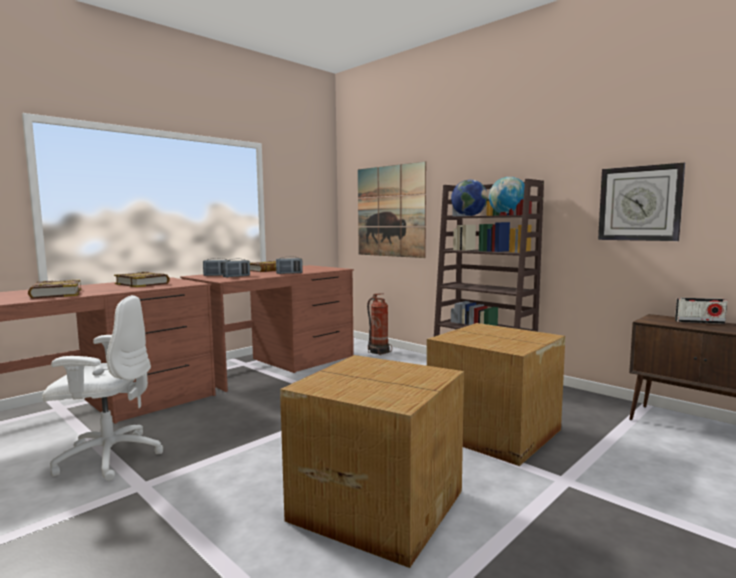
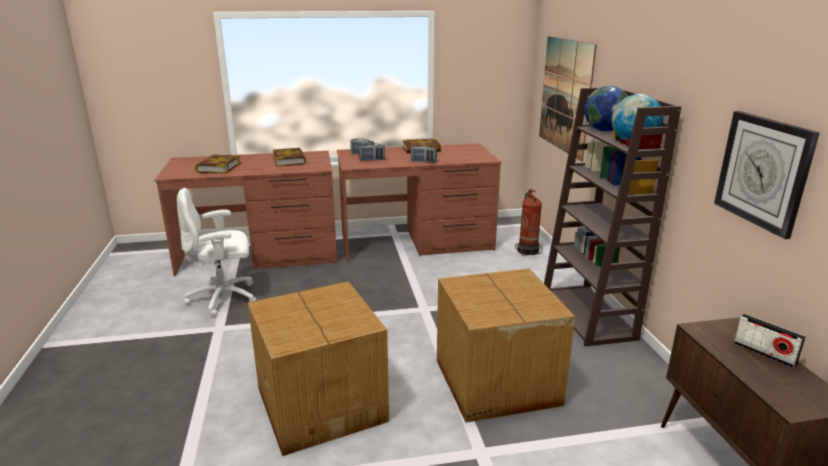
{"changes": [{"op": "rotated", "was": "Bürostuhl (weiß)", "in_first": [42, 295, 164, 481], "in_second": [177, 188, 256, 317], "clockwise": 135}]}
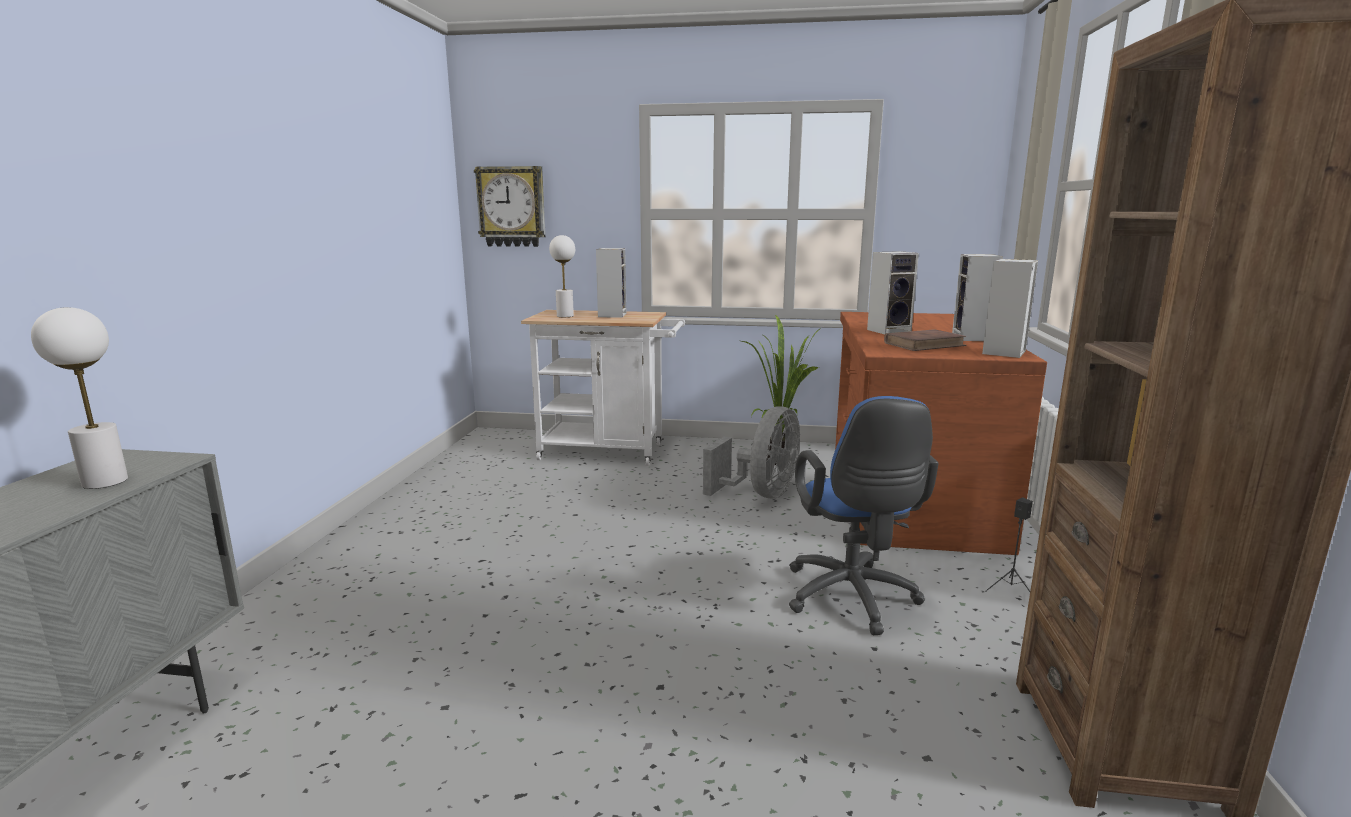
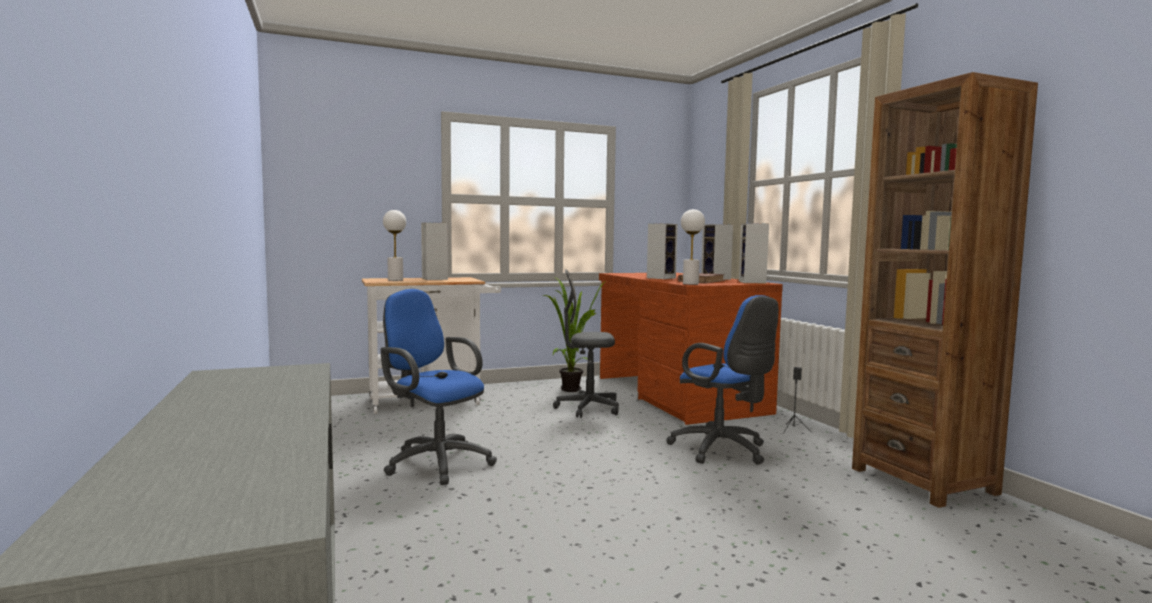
{"changes": [{"op": "gone", "was": "Wanduhr", "in_first": [474, 166, 546, 247]}, {"op": "shifted", "was": "Tischlampe (weiß)", "in_first": [31, 307, 128, 489], "in_second": [681, 209, 705, 285]}, {"op": "swapped", "was": "Ventilator (grau)", "now": "Bürostuhl (grau)", "in_first": [703, 406, 800, 498], "in_second": [553, 269, 619, 418]}, {"op": "new", "now": "Bürostuhl (blau)", "in_second": [381, 289, 497, 485]}]}
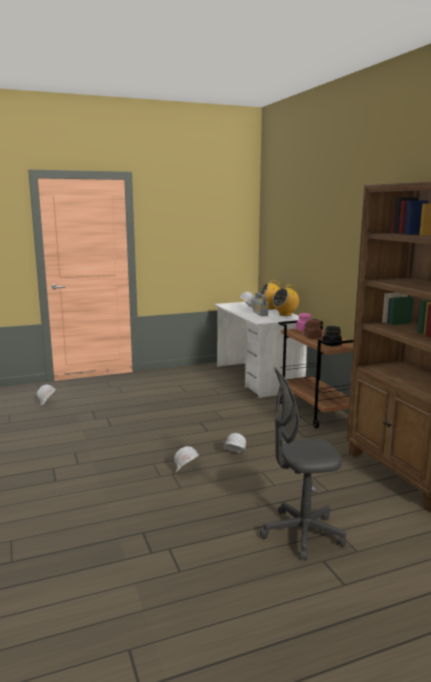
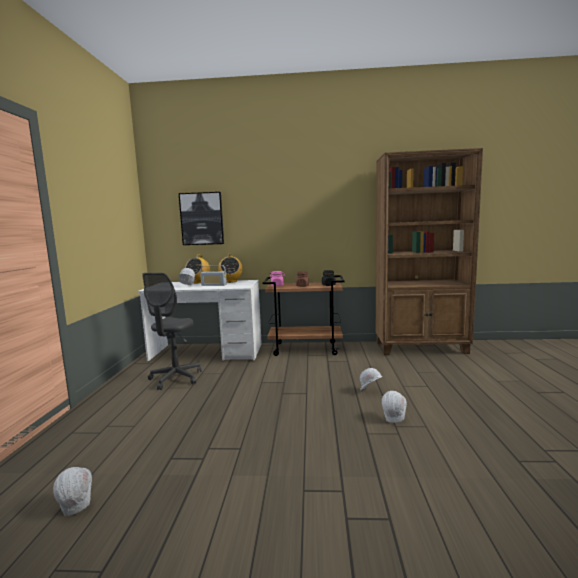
{"changes": [{"op": "shifted", "was": "Bürostuhl (grau)", "in_first": [260, 367, 346, 561], "in_second": [142, 273, 201, 390]}, {"op": "new", "now": "Bild", "in_second": [179, 192, 224, 245]}]}
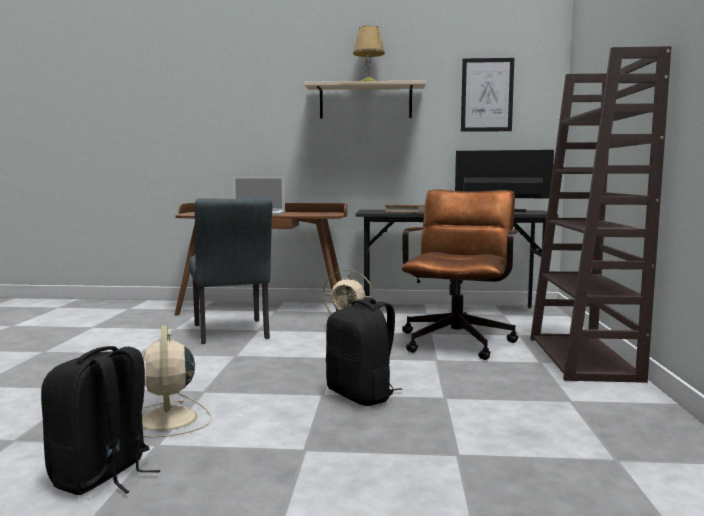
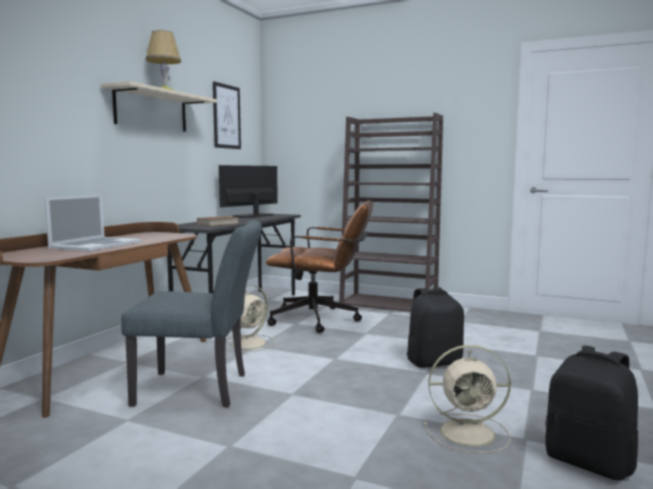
{"changes": [{"op": "rotated", "was": "Bürostuhl (braun)", "in_first": [402, 189, 519, 360], "in_second": [266, 200, 373, 333], "clockwise": 150}]}
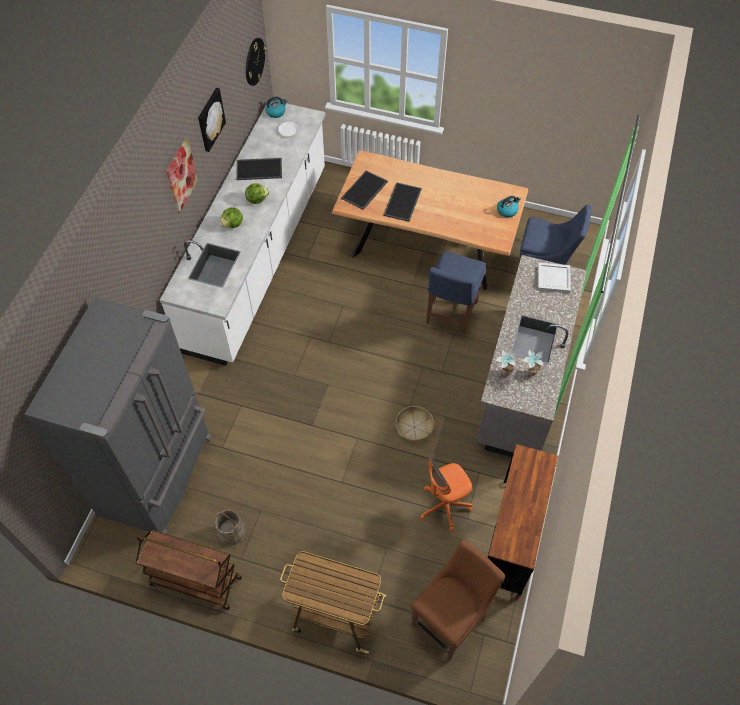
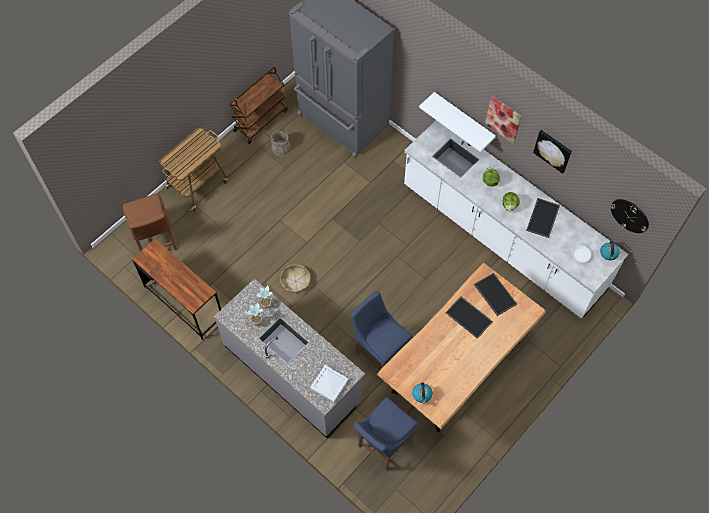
{"changes": [{"op": "gone", "was": "Bürostuhl (orange)", "in_first": [420, 457, 472, 531]}, {"op": "new", "now": "Wandregal (weiß)", "in_second": [419, 92, 496, 152]}]}
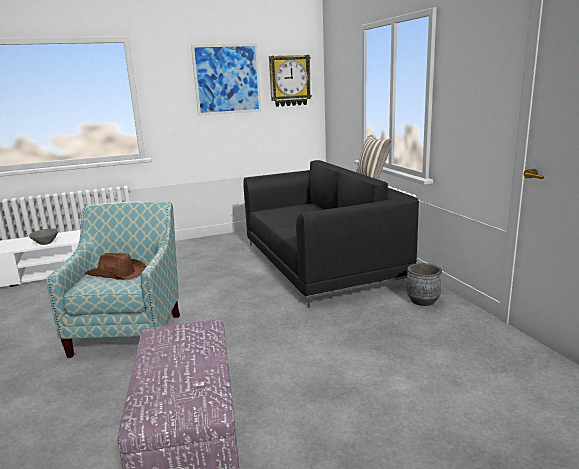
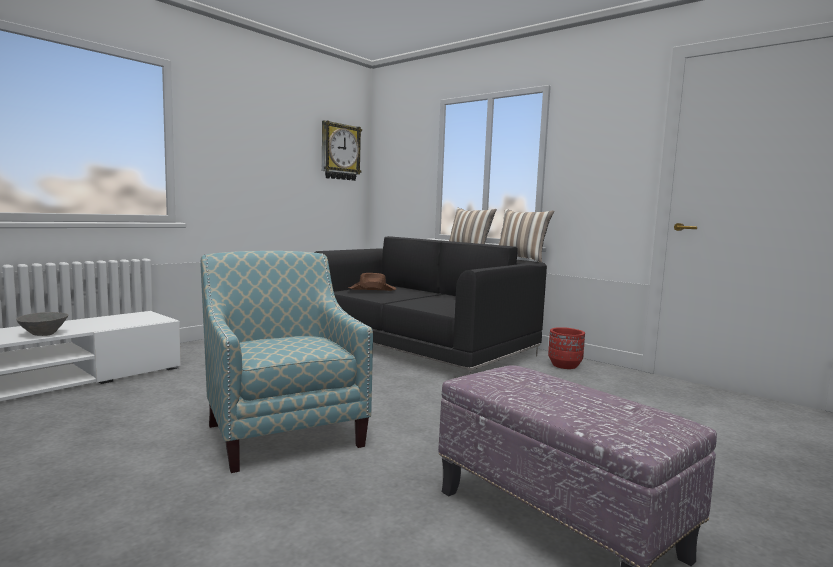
{"changes": [{"op": "gone", "was": "Bild", "in_first": [191, 43, 261, 116]}, {"op": "shifted", "was": "Hut (braun)", "in_first": [84, 253, 146, 280], "in_second": [348, 273, 396, 291]}, {"op": "repainted", "was": "Pflanzkübel (grau)", "now": "Pflanzkübel (rot)", "in_first": [407, 263, 442, 306], "in_second": [548, 327, 585, 369]}, {"op": "new", "now": "Kissen", "in_second": [498, 209, 554, 262]}]}
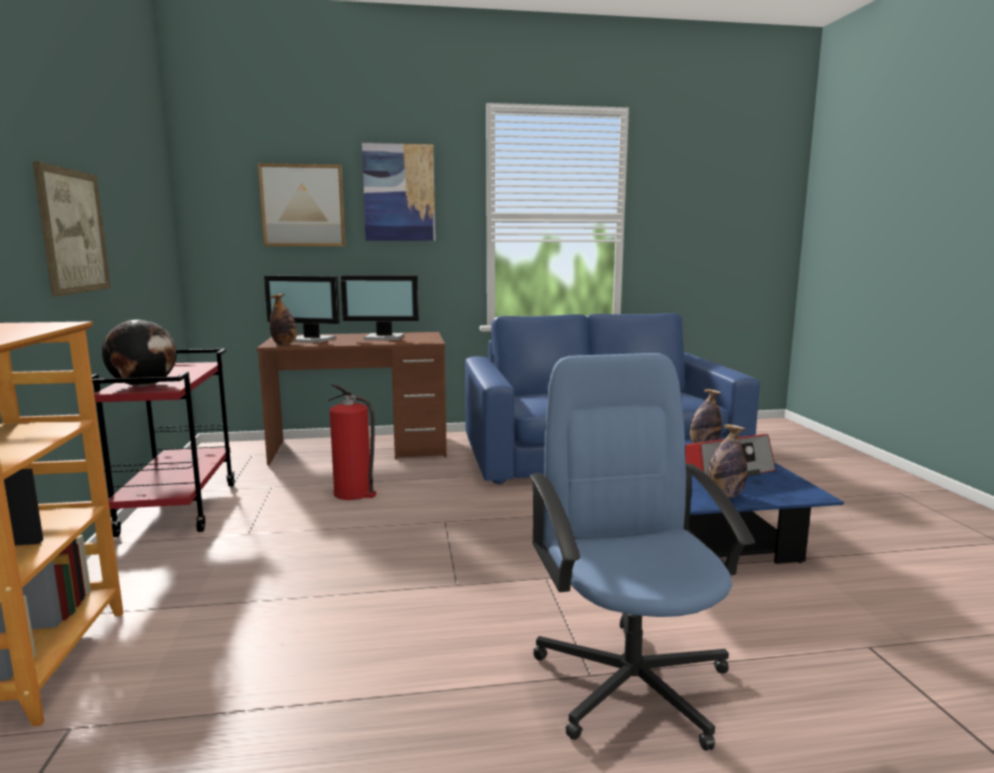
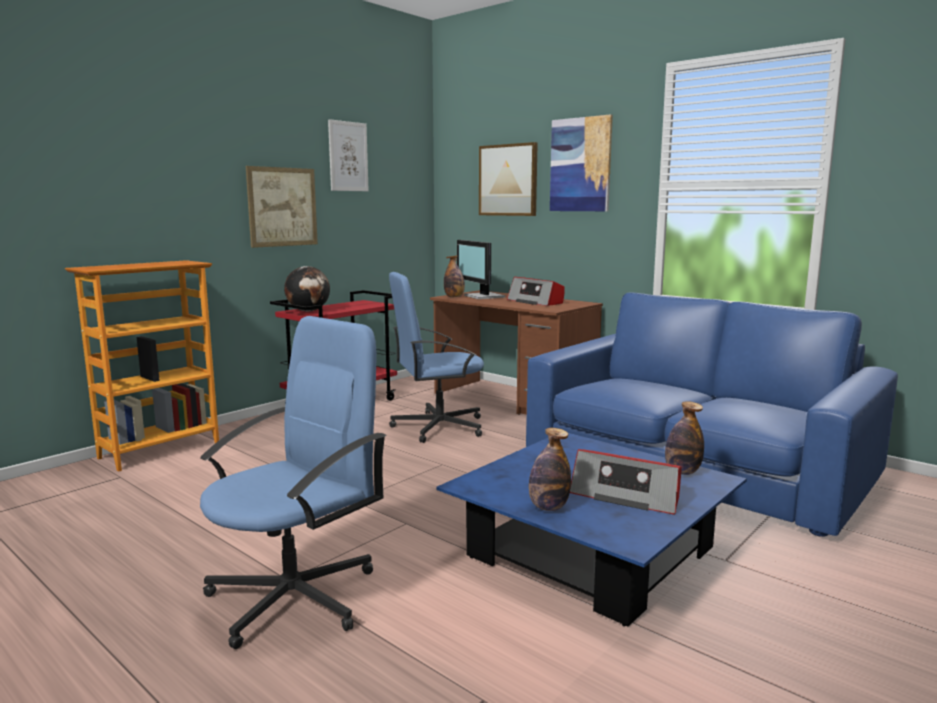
{"changes": [{"op": "swapped", "was": "Monitor", "now": "Radio", "in_first": [341, 275, 419, 340], "in_second": [507, 277, 564, 306]}, {"op": "swapped", "was": "Feuerlöscher", "now": "Bürostuhl (blau)", "in_first": [328, 384, 376, 500], "in_second": [389, 272, 484, 443]}, {"op": "new", "now": "Bild", "in_second": [328, 119, 369, 191]}]}
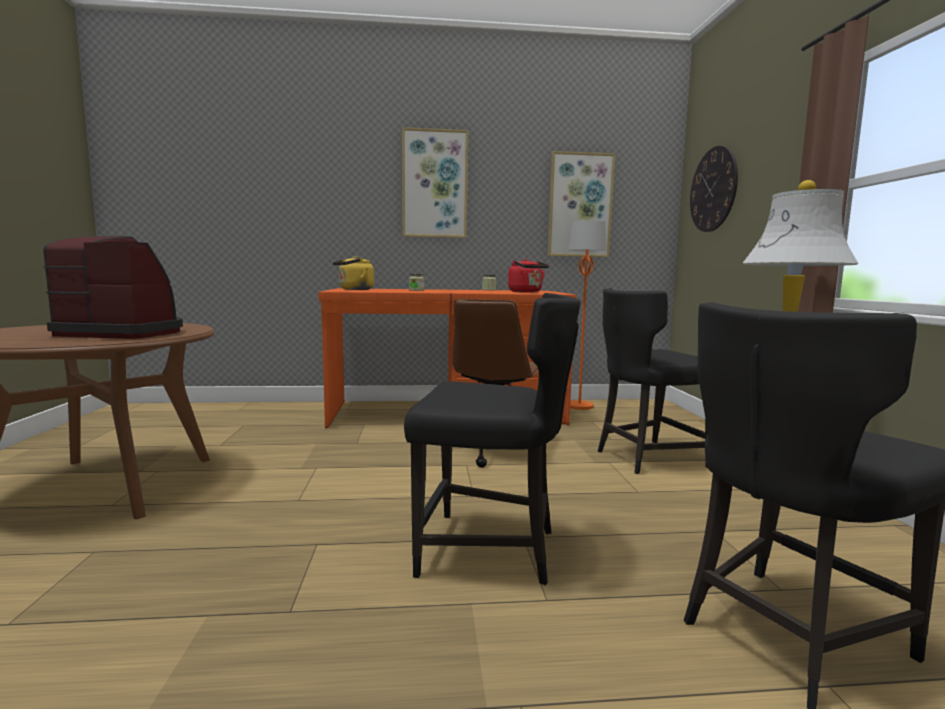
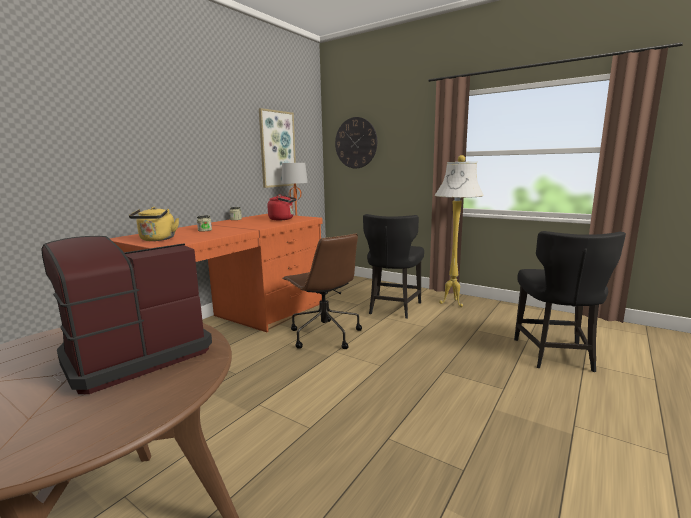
{"changes": [{"op": "gone", "was": "Bild", "in_first": [402, 127, 468, 238]}, {"op": "gone", "was": "Stuhl (schwarz)", "in_first": [404, 293, 581, 585]}]}
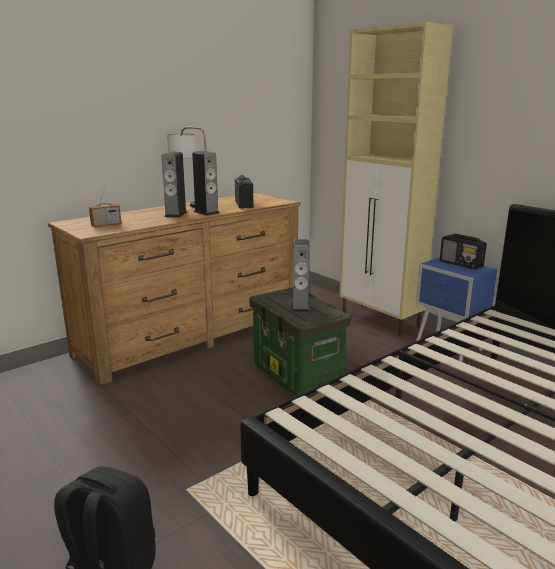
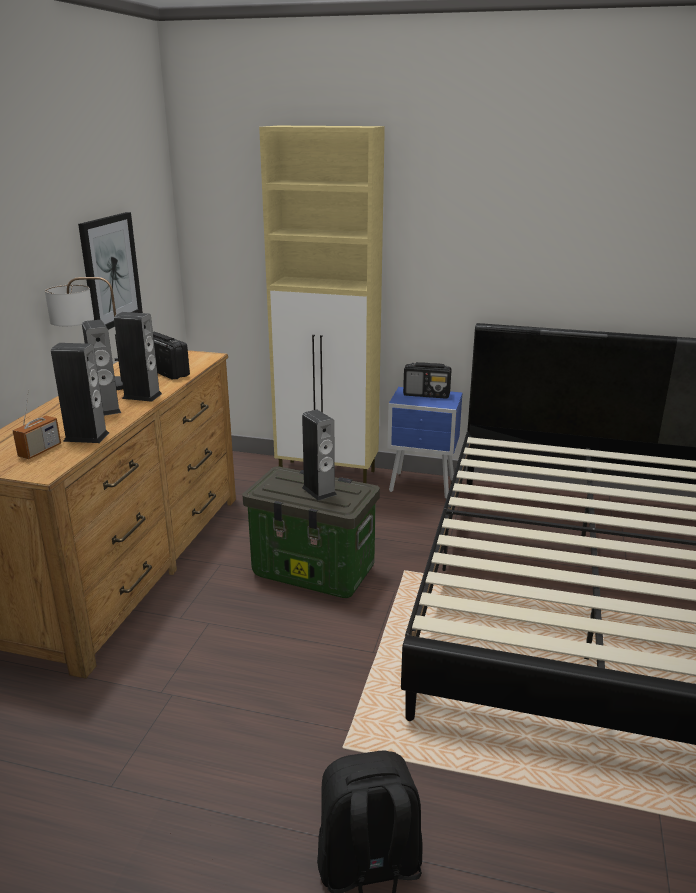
{"changes": [{"op": "new", "now": "Bild", "in_second": [78, 212, 143, 330]}, {"op": "new", "now": "Lautsprecher", "in_second": [51, 343, 109, 443]}]}
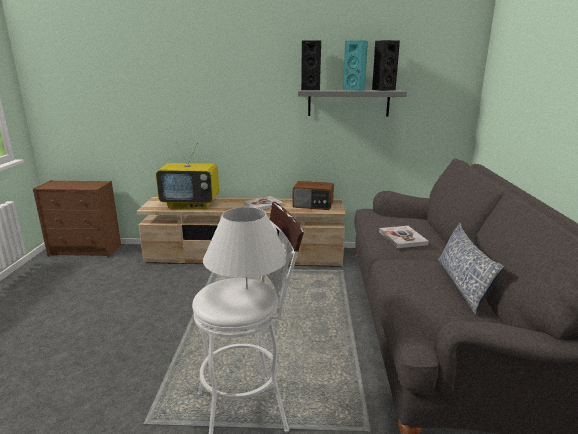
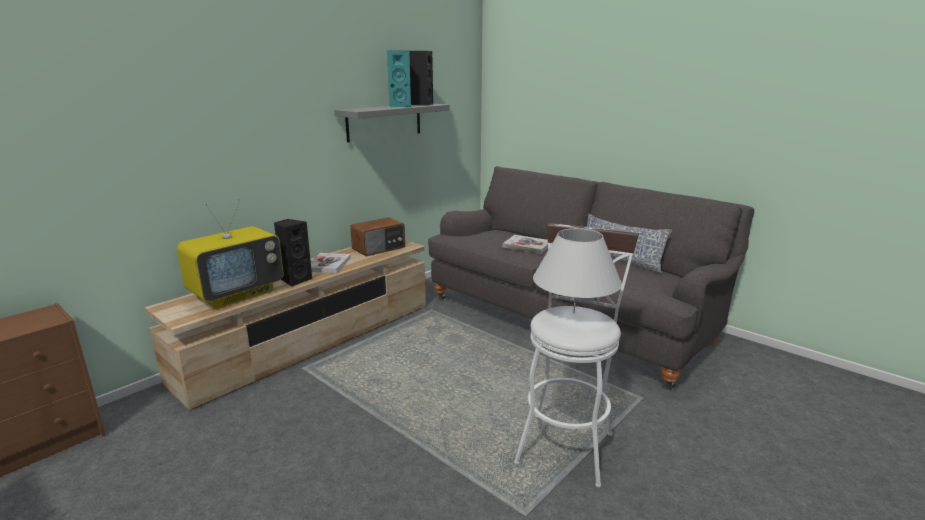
{"changes": [{"op": "shifted", "was": "Lautsprecher (schwarz)", "in_first": [301, 41, 321, 90], "in_second": [274, 219, 313, 287]}]}
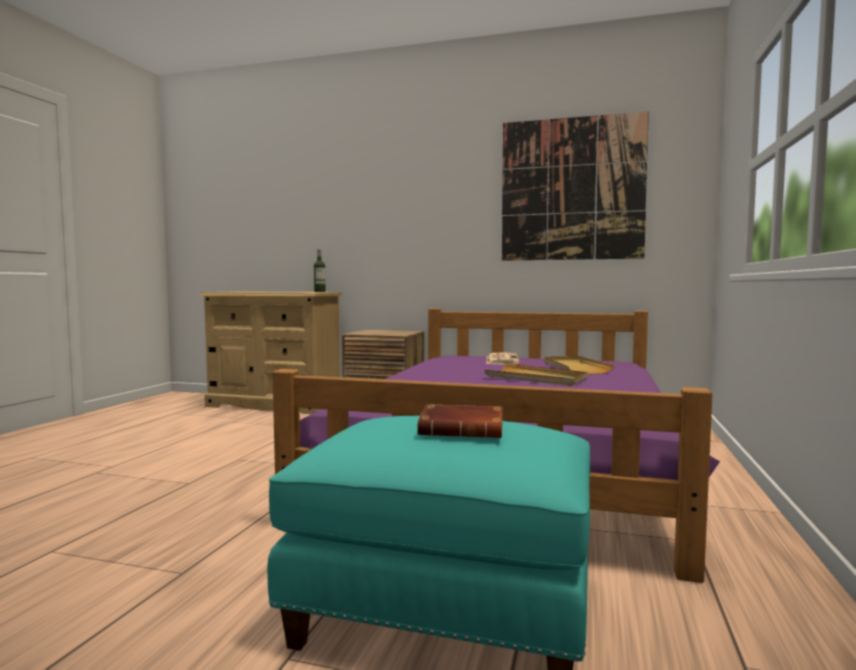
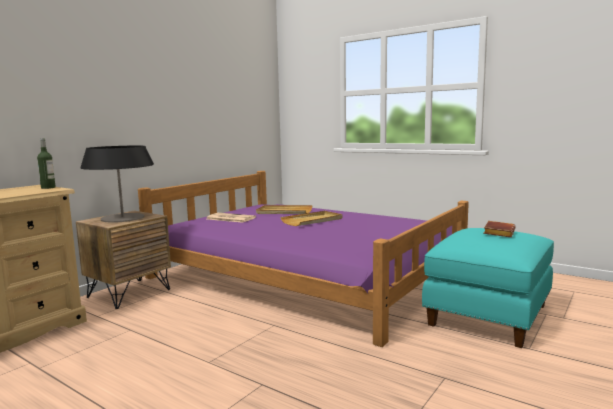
{"changes": [{"op": "gone", "was": "Bild", "in_first": [502, 111, 649, 260]}, {"op": "new", "now": "Tischlampe", "in_second": [81, 145, 154, 223]}]}
